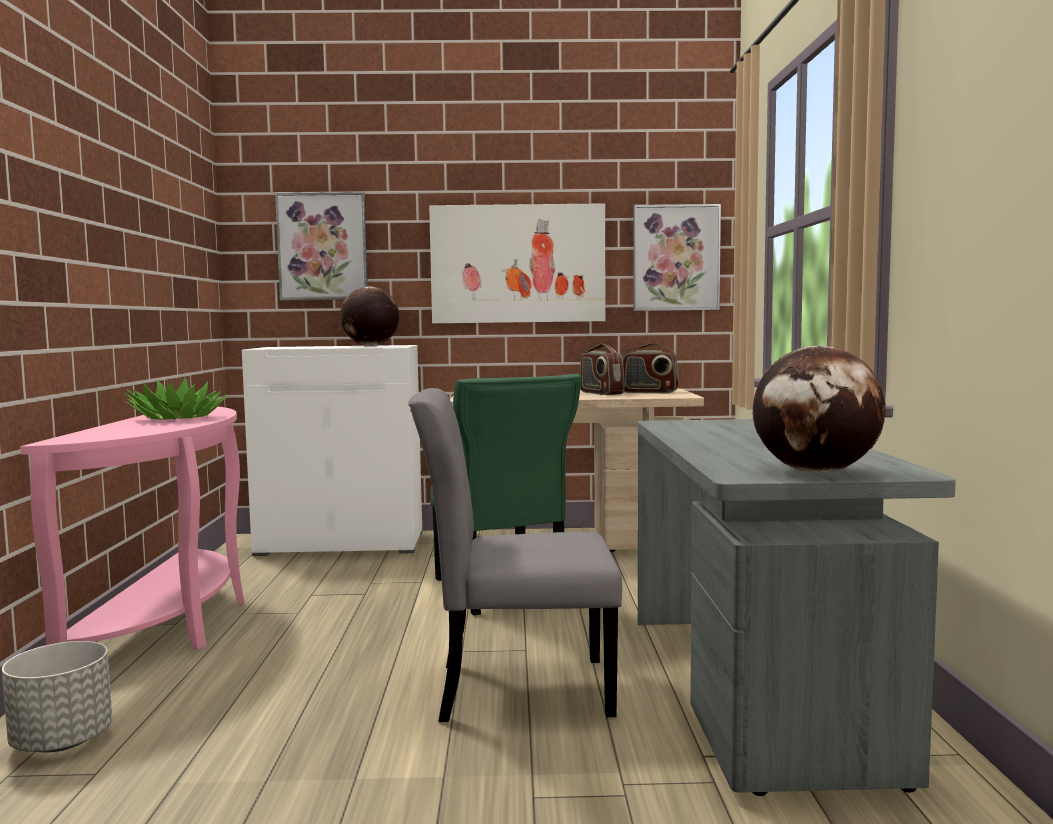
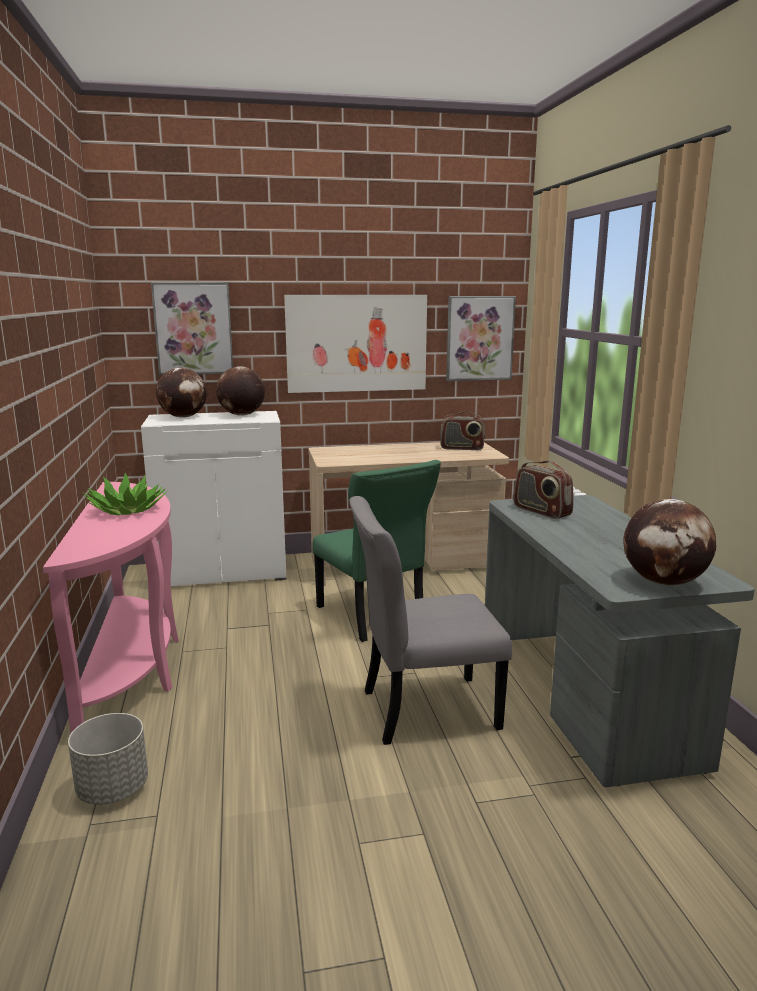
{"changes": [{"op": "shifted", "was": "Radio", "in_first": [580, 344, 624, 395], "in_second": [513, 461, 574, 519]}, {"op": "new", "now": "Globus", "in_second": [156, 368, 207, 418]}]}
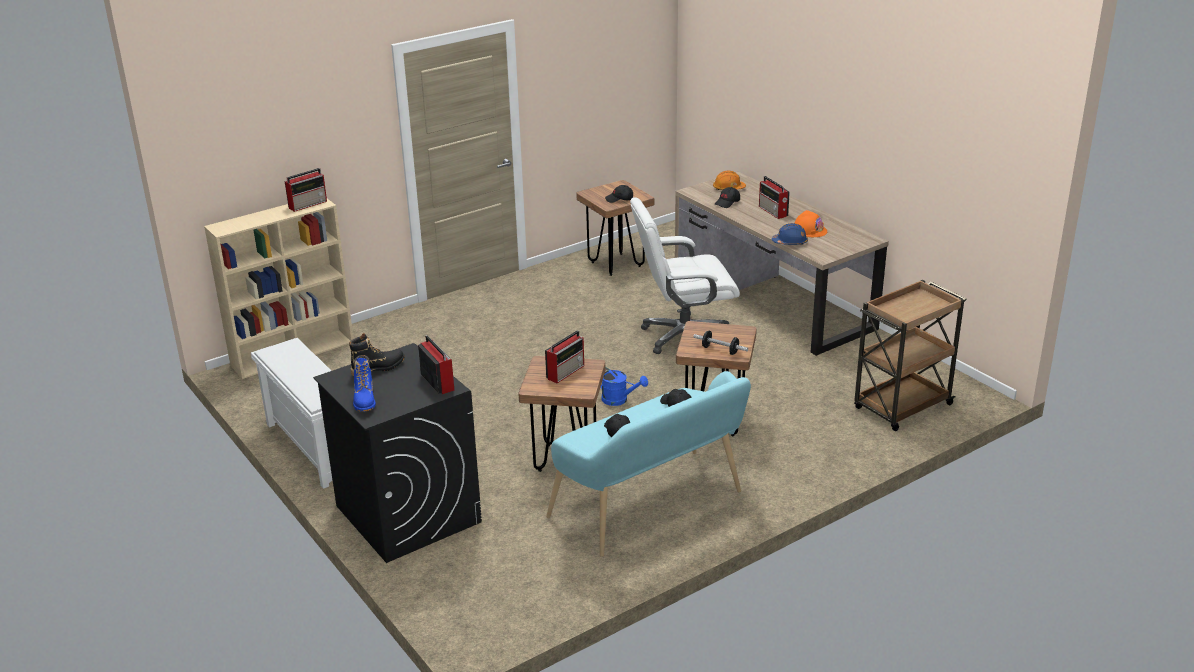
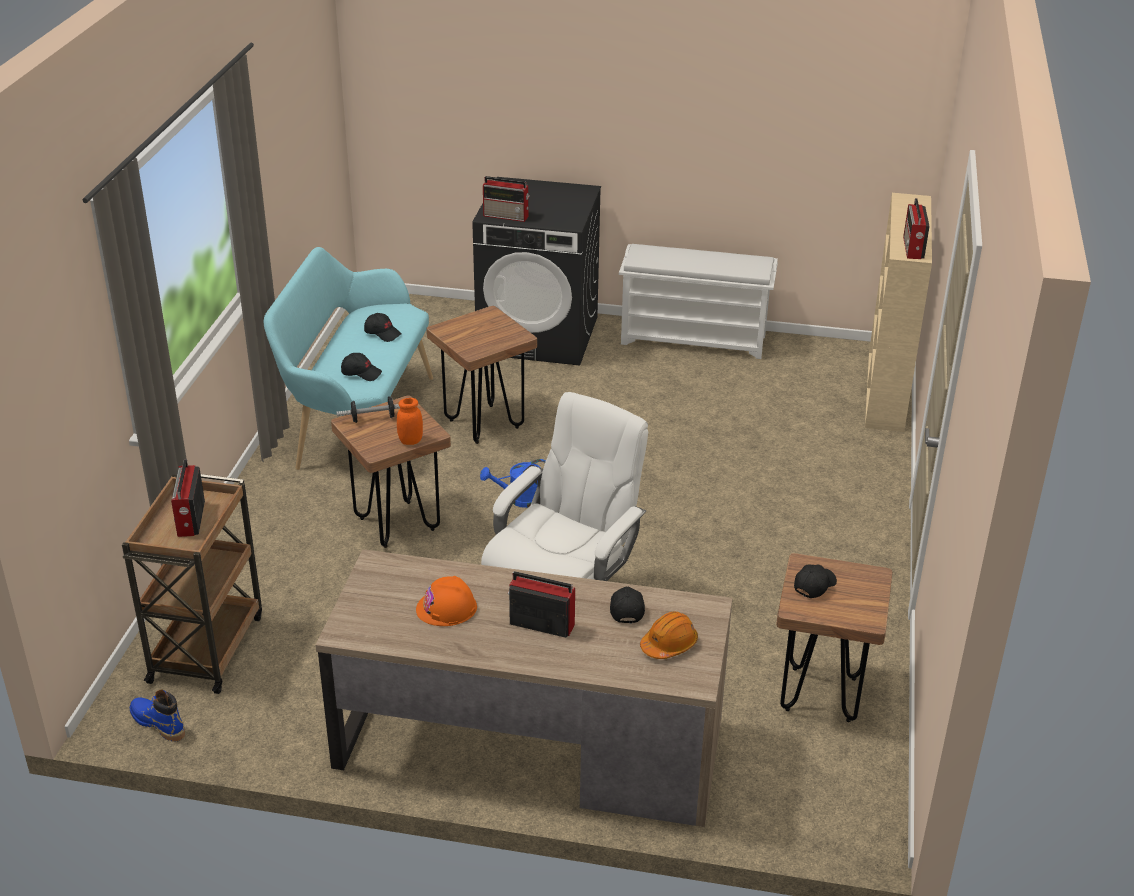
{"changes": [{"op": "gone", "was": "Schutzhelm (blau)", "in_first": [772, 223, 808, 245]}, {"op": "shifted", "was": "Radio", "in_first": [545, 330, 584, 383], "in_second": [171, 459, 205, 537]}, {"op": "gone", "was": "Stiefel (schwarz)", "in_first": [349, 333, 405, 376]}, {"op": "shifted", "was": "Stiefel (blau)", "in_first": [353, 355, 376, 412], "in_second": [130, 690, 185, 741]}, {"op": "new", "now": "Vorratsglas (orange)", "in_second": [397, 398, 423, 445]}]}
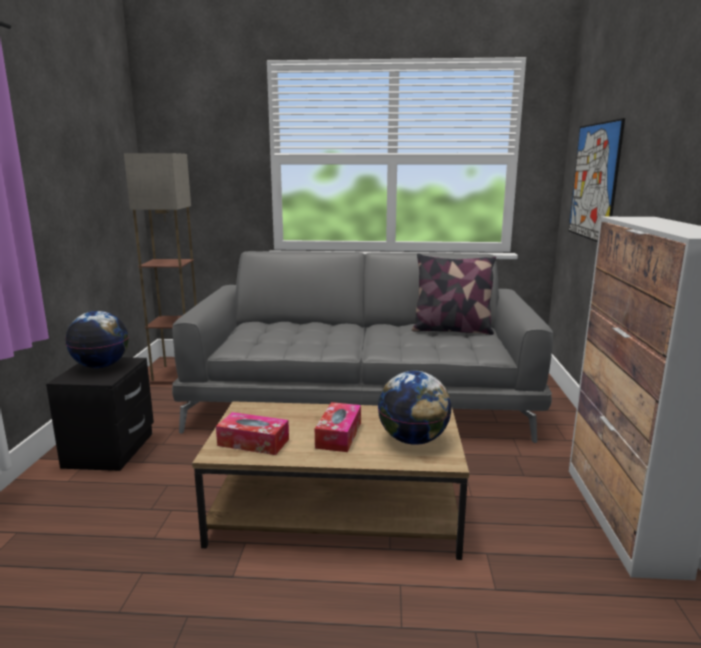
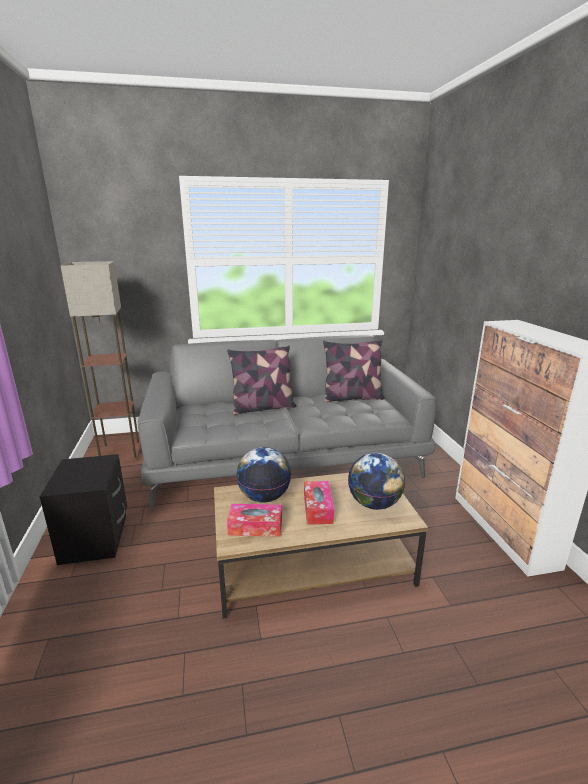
{"changes": [{"op": "gone", "was": "Bild", "in_first": [569, 118, 625, 242]}, {"op": "shifted", "was": "Globus", "in_first": [65, 311, 129, 368], "in_second": [236, 447, 291, 503]}, {"op": "new", "now": "Kissen", "in_second": [227, 345, 296, 415]}]}
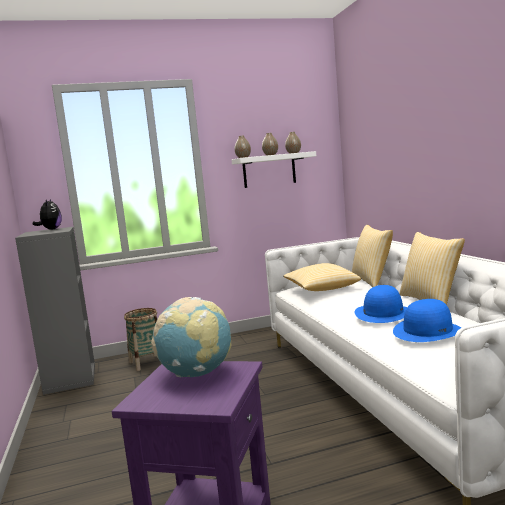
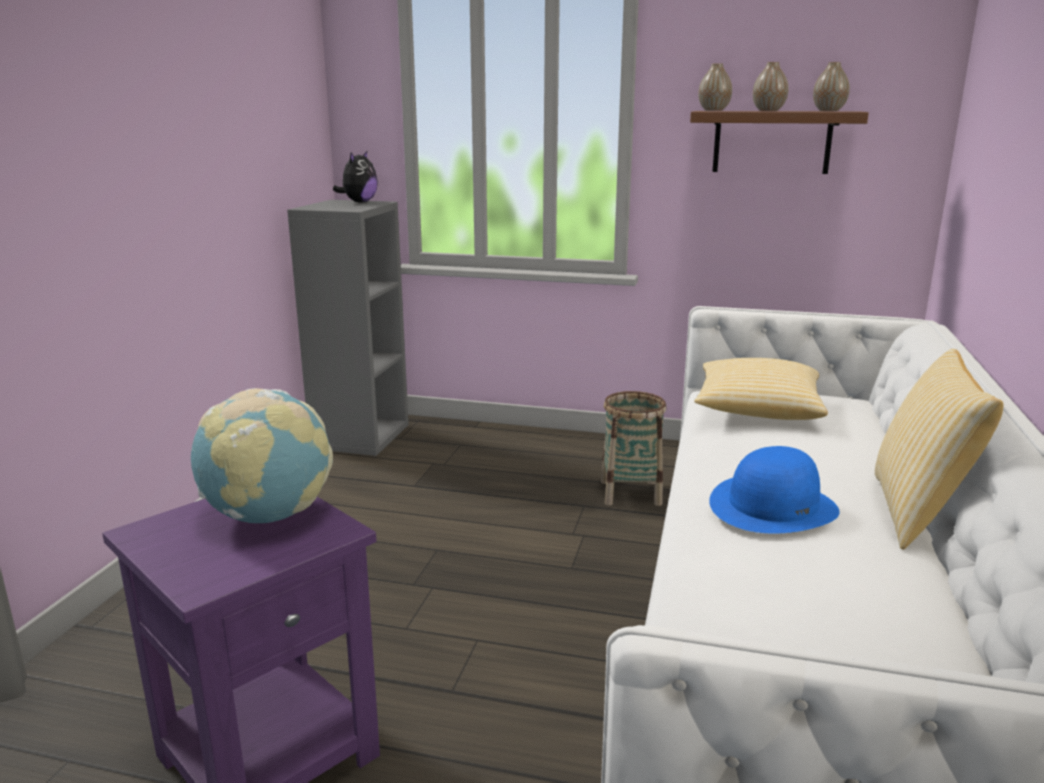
{"changes": [{"op": "repainted", "was": "Wandregal (weiß)", "now": "Wandregal (braun)", "in_first": [232, 151, 316, 188], "in_second": [690, 111, 869, 174]}, {"op": "gone", "was": "Kissen", "in_first": [352, 225, 393, 287]}, {"op": "gone", "was": "Hut (blau)", "in_first": [393, 299, 462, 342]}, {"op": "shifted", "was": "Korb", "in_first": [124, 308, 157, 371], "in_second": [601, 391, 666, 506]}]}
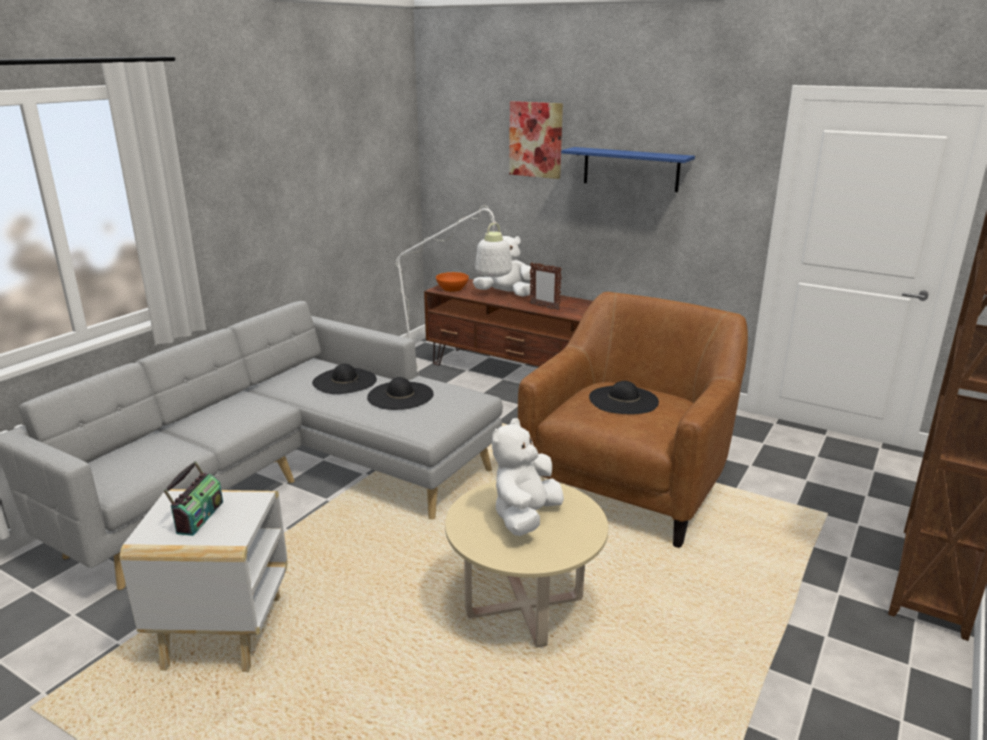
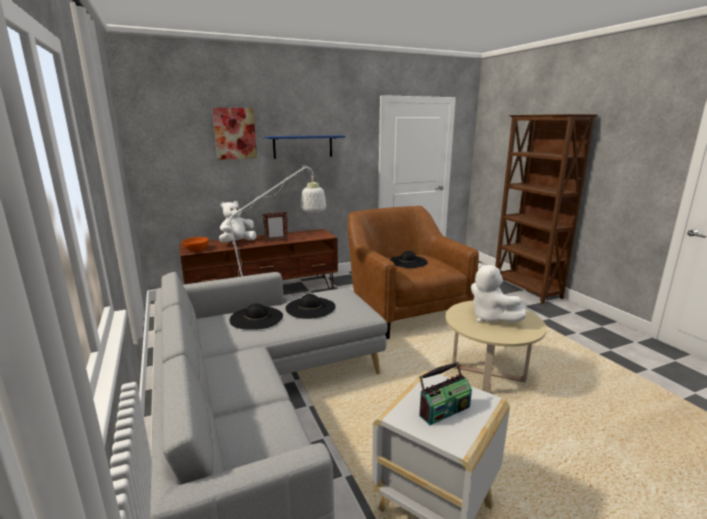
{"changes": [{"op": "rotated", "was": "Radio", "in_first": [164, 461, 223, 536], "in_second": [419, 362, 472, 425], "clockwise": 105}]}
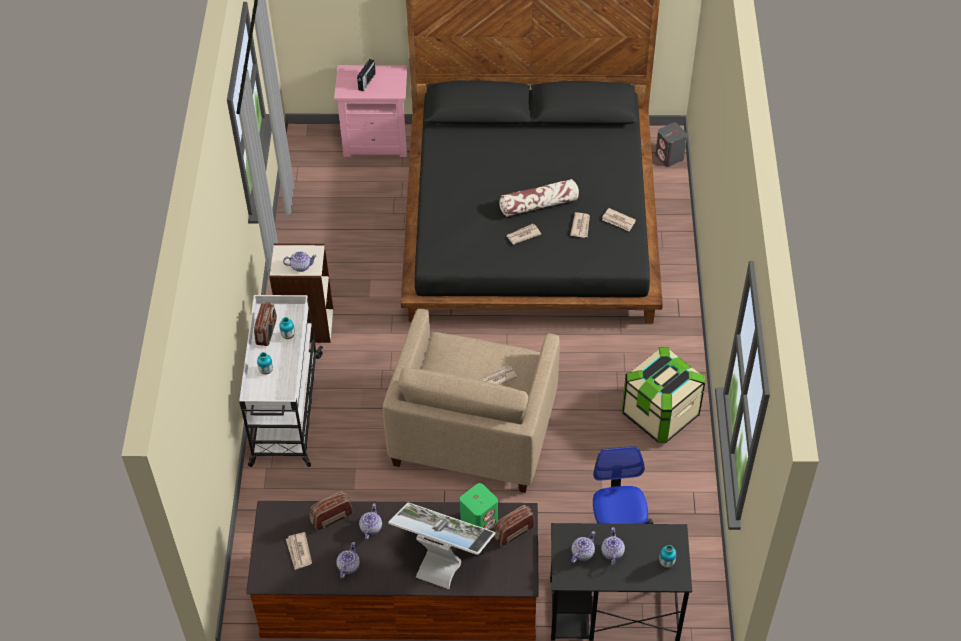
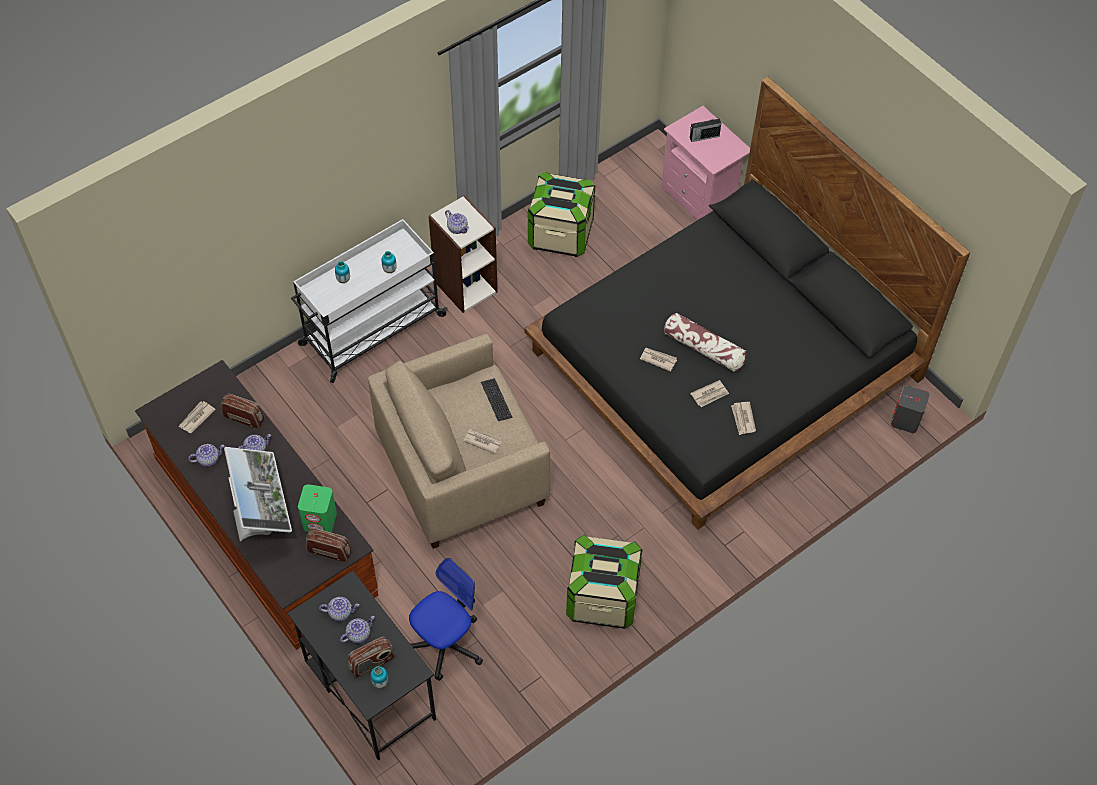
{"changes": [{"op": "shifted", "was": "Radio", "in_first": [254, 302, 277, 346], "in_second": [348, 636, 395, 678]}, {"op": "new", "now": "Aufbewahrungsbox", "in_second": [528, 172, 595, 257]}, {"op": "new", "now": "Tastatur", "in_second": [481, 378, 512, 421]}]}
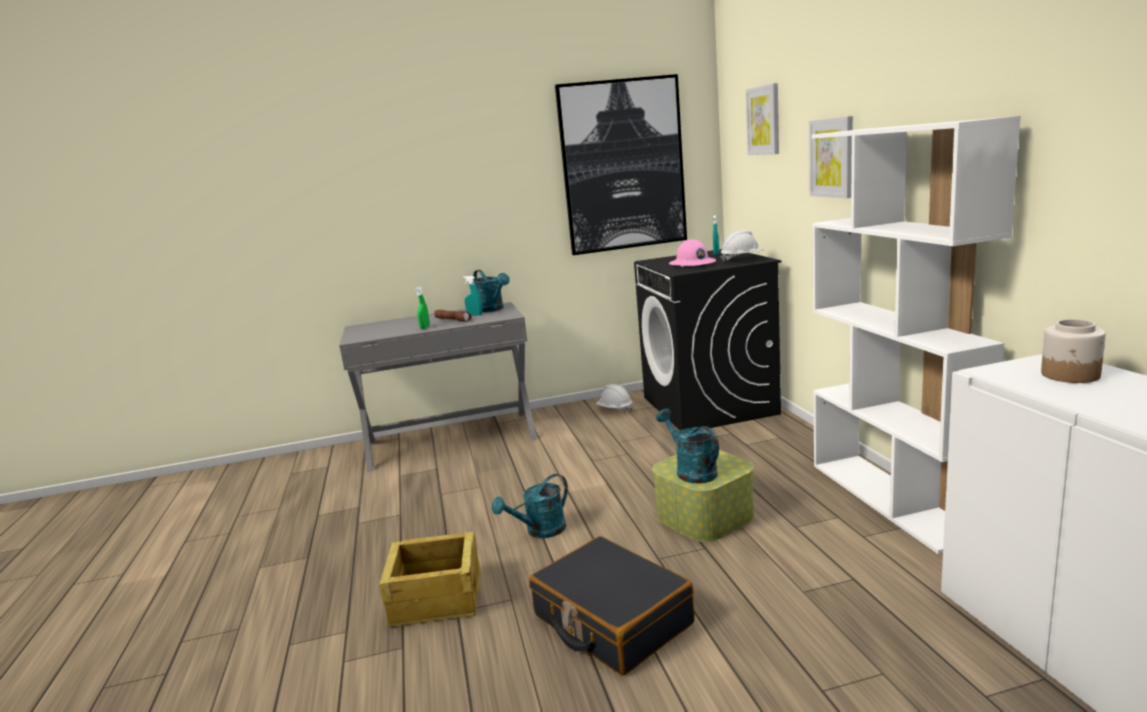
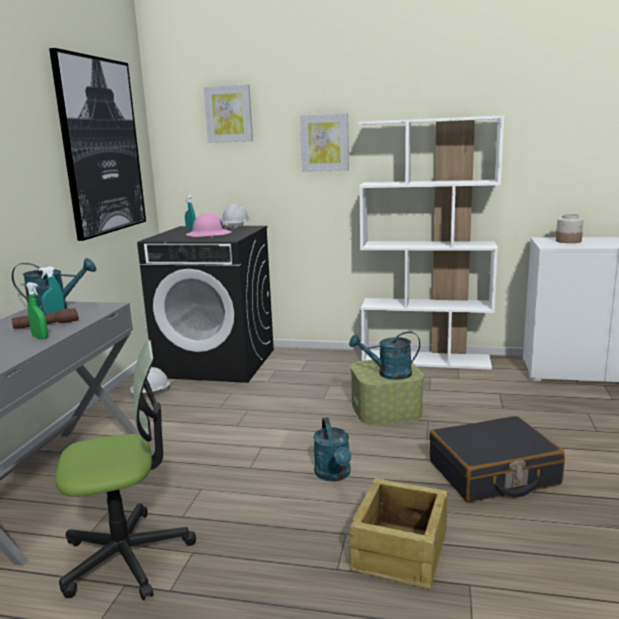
{"changes": [{"op": "new", "now": "Bürostuhl", "in_second": [55, 340, 196, 600]}]}
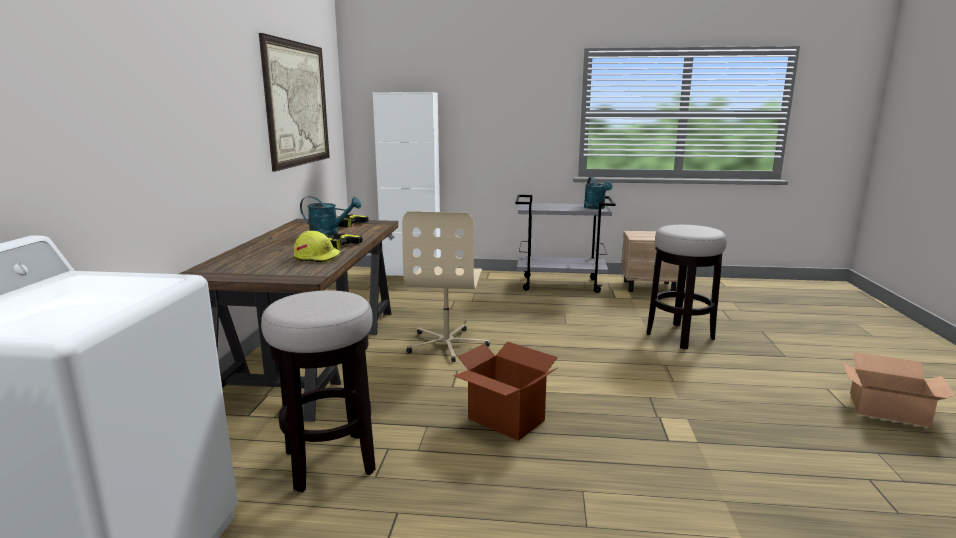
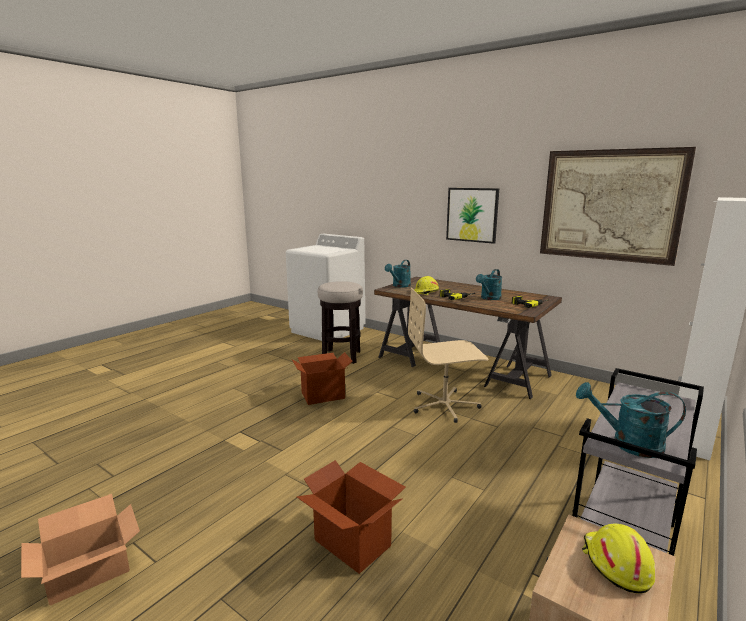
{"changes": [{"op": "rotated", "was": "Bürostuhl (beige)", "in_first": [402, 211, 490, 362], "in_second": [408, 288, 488, 423], "clockwise": -45}, {"op": "swapped", "was": "Hocker", "now": "Karton", "in_first": [647, 225, 727, 349], "in_second": [296, 460, 406, 574]}, {"op": "new", "now": "Bild", "in_second": [446, 188, 499, 244]}, {"op": "new", "now": "Gießkanne (türkis)", "in_second": [385, 260, 411, 288]}, {"op": "new", "now": "Schutzhelm (gelb)", "in_second": [582, 523, 655, 594]}]}
